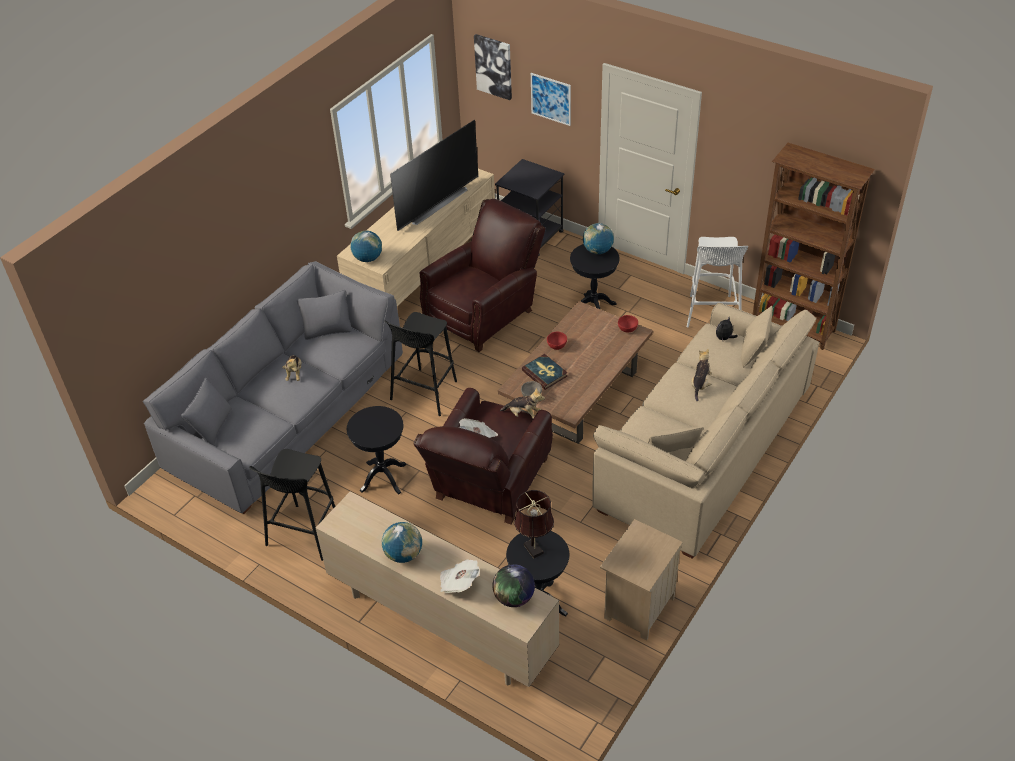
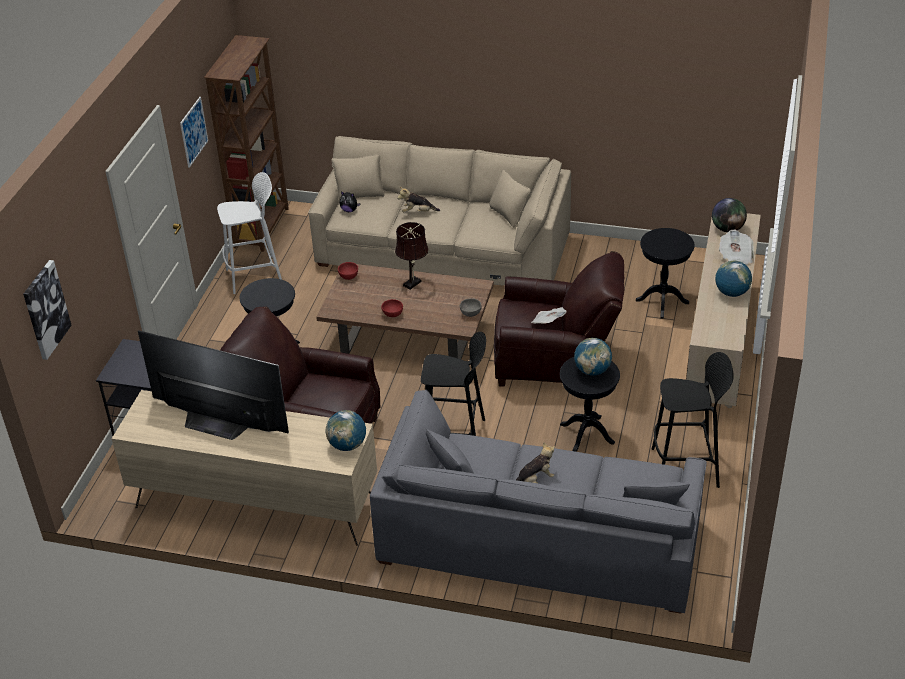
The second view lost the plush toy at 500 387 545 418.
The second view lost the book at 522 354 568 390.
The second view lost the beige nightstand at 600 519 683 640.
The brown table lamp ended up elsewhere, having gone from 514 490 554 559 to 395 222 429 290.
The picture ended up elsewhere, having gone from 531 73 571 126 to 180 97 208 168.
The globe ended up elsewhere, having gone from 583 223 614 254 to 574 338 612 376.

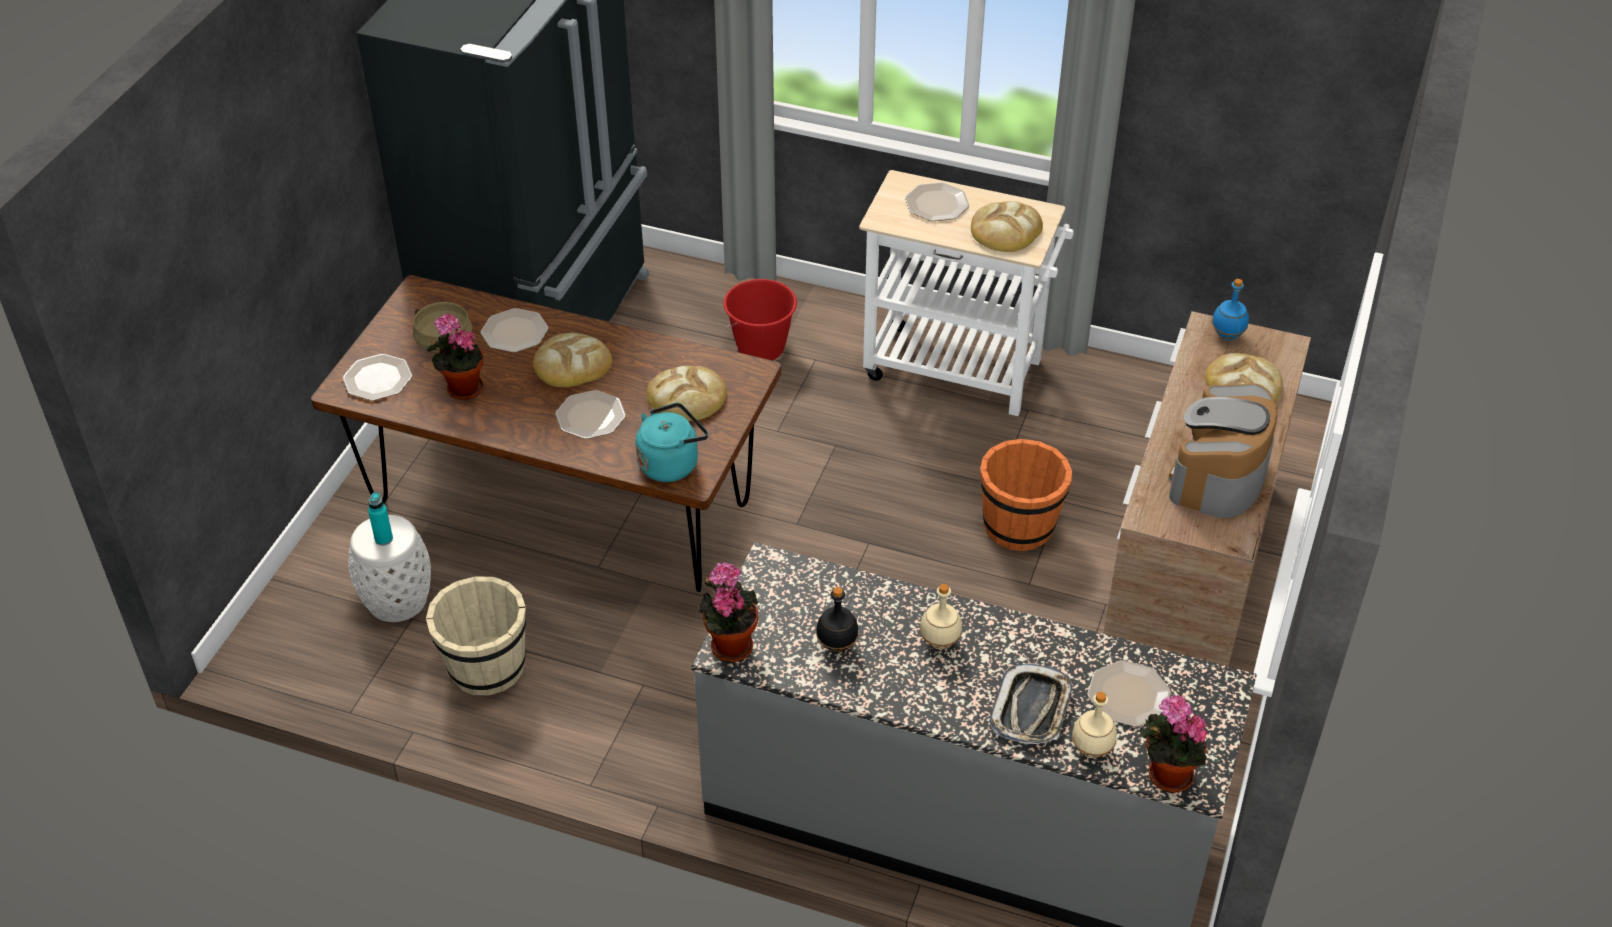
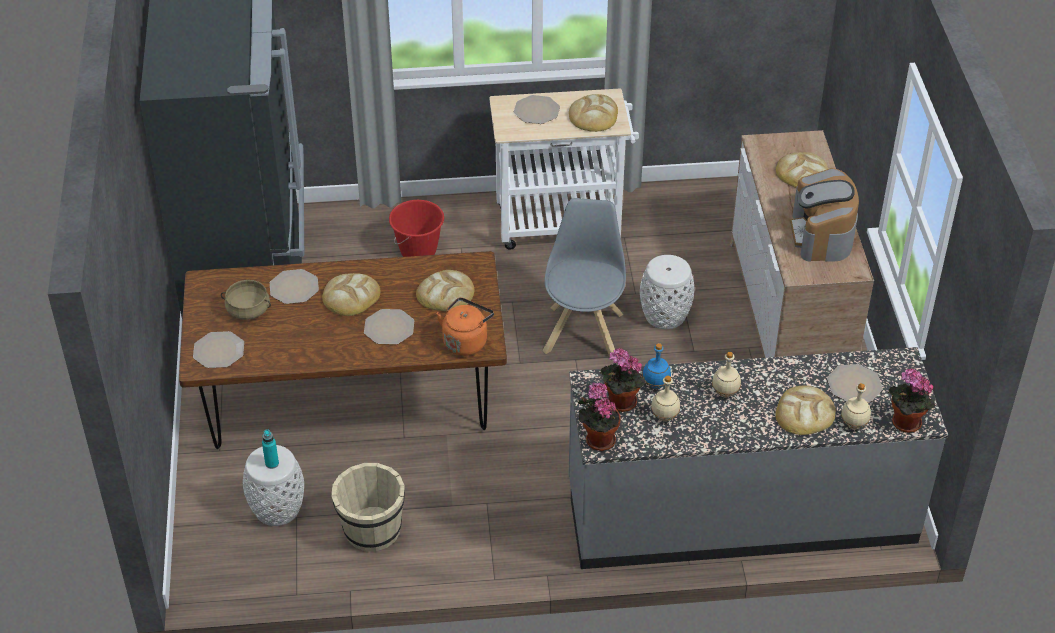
The second view gained the grey chair at 543 198 626 357.
The potted plant ended up elsewhere, having gone from 426 313 484 400 to 600 348 646 412.
The blue bottle ended up elsewhere, having gone from 1212 279 1249 341 to 643 343 671 389.
Where the orange bucket stood at 980 439 1072 551, the white stool came to stand at 640 255 695 329.
Where the tray stood at 990 664 1073 744, the bread came to stand at 775 385 836 435.
What was the turquoise kettle at 636 403 708 482 turned into the orange kettle at 436 297 494 356.
What was the black bottle at 816 587 859 653 turned into the beige bottle at 651 375 680 422.

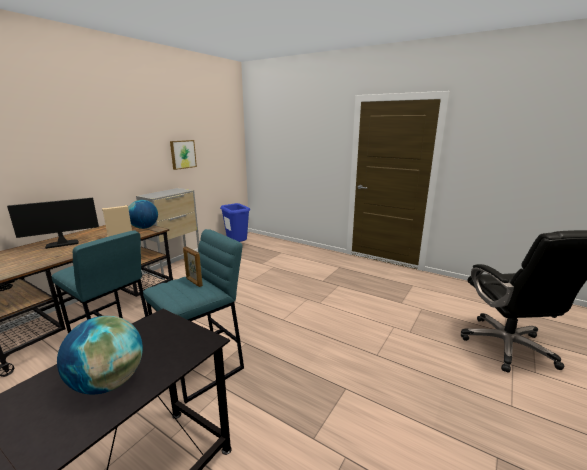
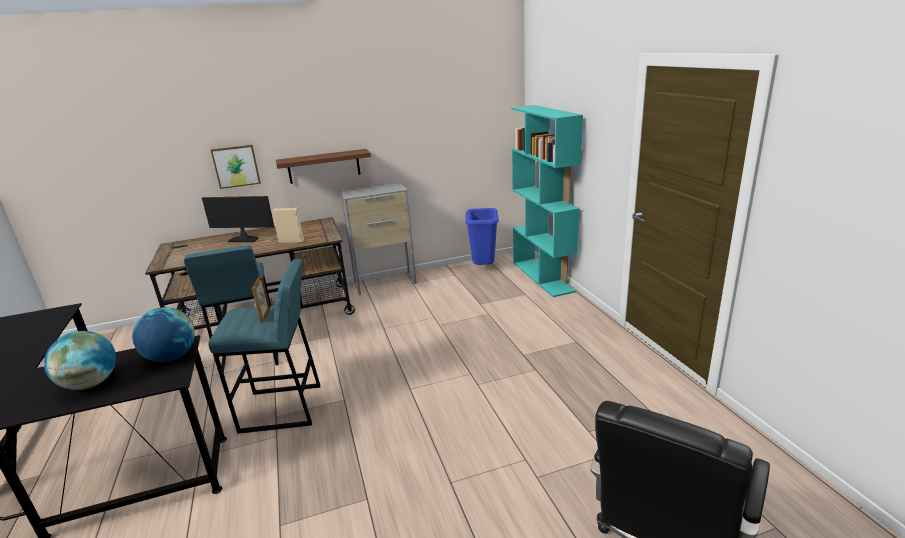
The second view gained the brown shelf at 276 149 371 184.
The second view gained the turquoise bookcase at 511 105 583 297.
The globe ended up elsewhere, having gone from 128 200 158 229 to 132 307 195 362.
The picture ended up elsewhere, having gone from 170 140 197 170 to 211 145 261 189.

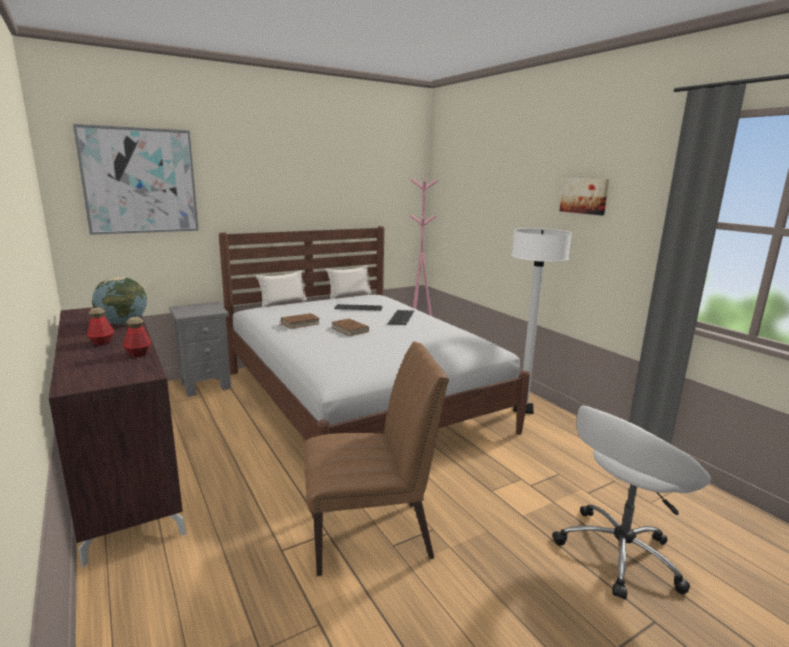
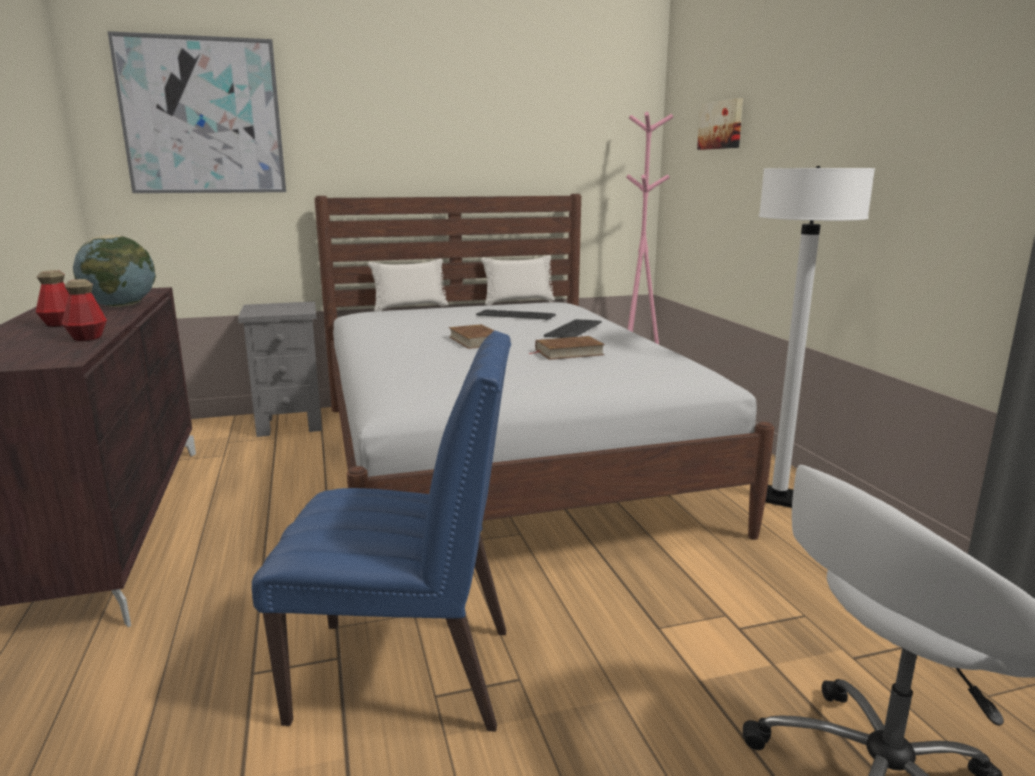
The brown book ended up elsewhere, having gone from 281 313 320 329 to 529 336 605 360.
The picture ended up elsewhere, having gone from 560 178 609 215 to 697 98 743 150.
What was the brown chair at 303 341 449 576 turned into the blue chair at 252 330 511 731.

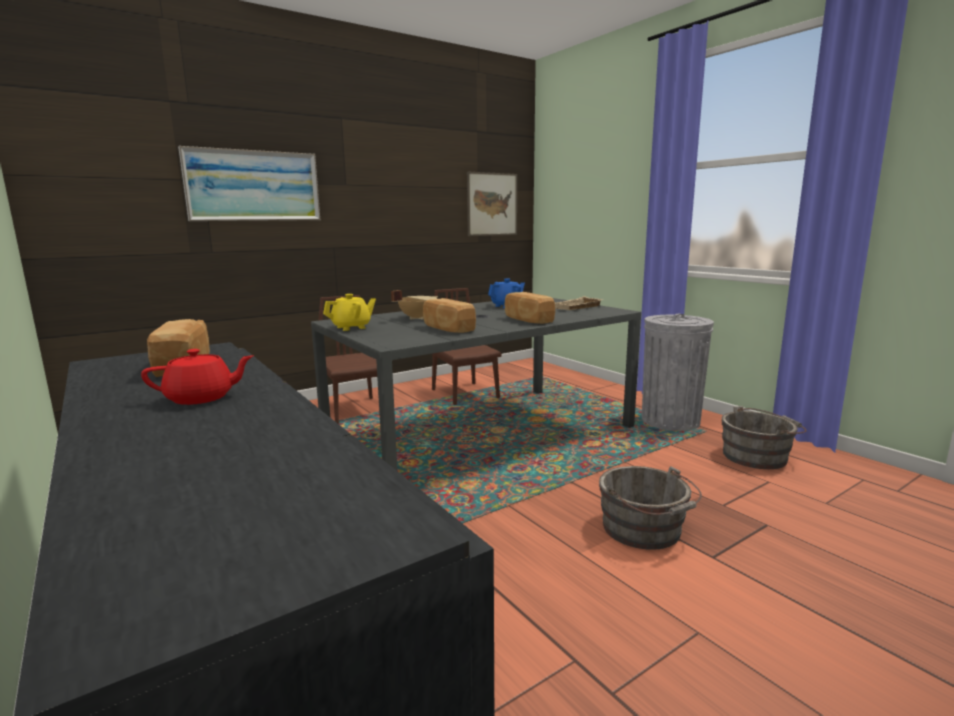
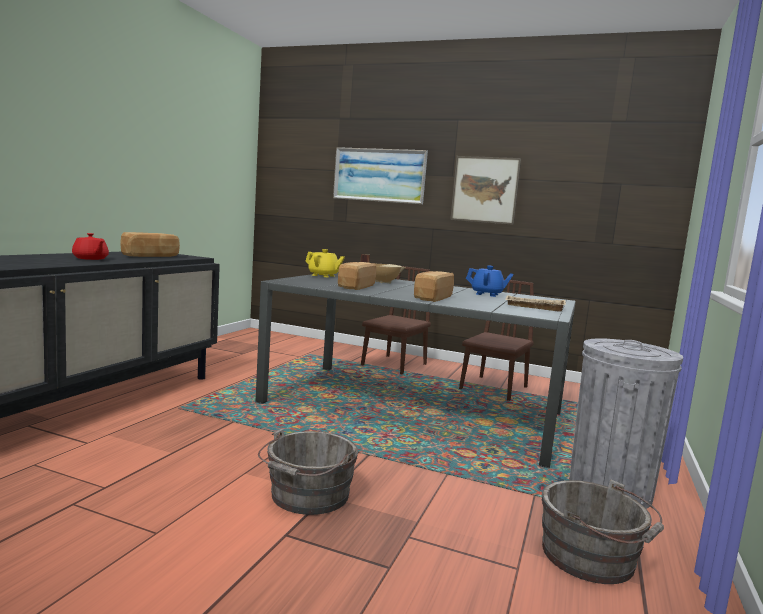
The picture ended up elsewhere, having gone from 467 172 517 236 to 450 156 521 225.

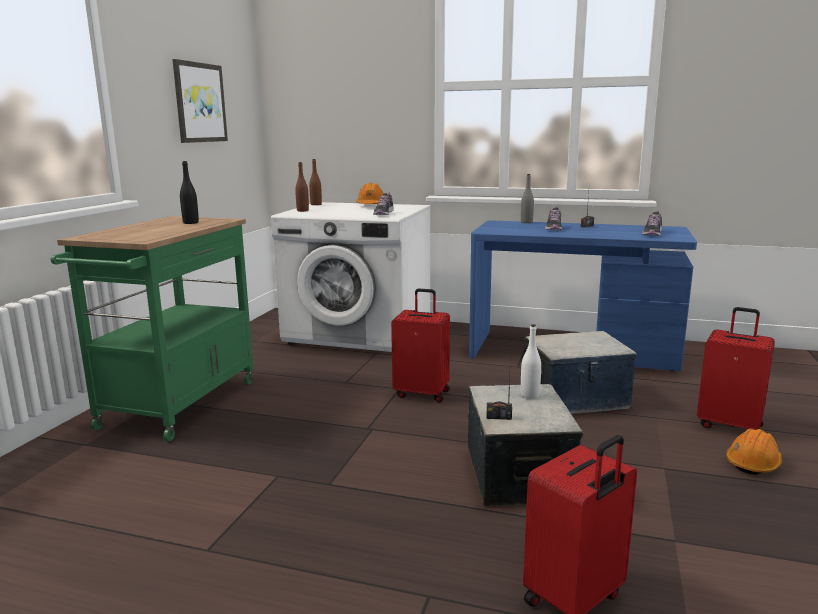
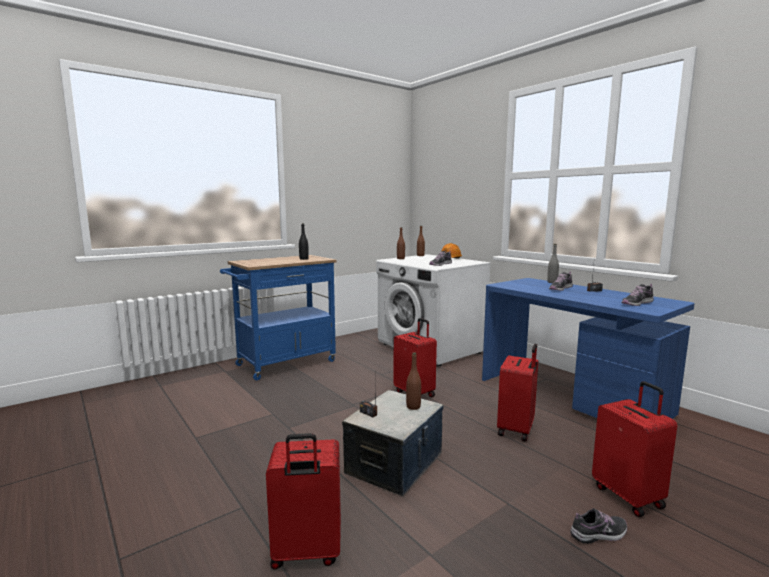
The second view lost the picture at 172 59 228 143.
Where the storage box stood at 525 331 637 414, the red suitcase came to stand at 497 344 538 441.
Where the orange hard hat stood at 726 428 782 475, the shoe came to stand at 570 508 627 544.
What was the green cart at 51 216 254 441 turned into the blue cart at 220 255 337 380.
What was the white bottle at 521 324 541 399 turned into the brown bottle at 406 352 421 410.

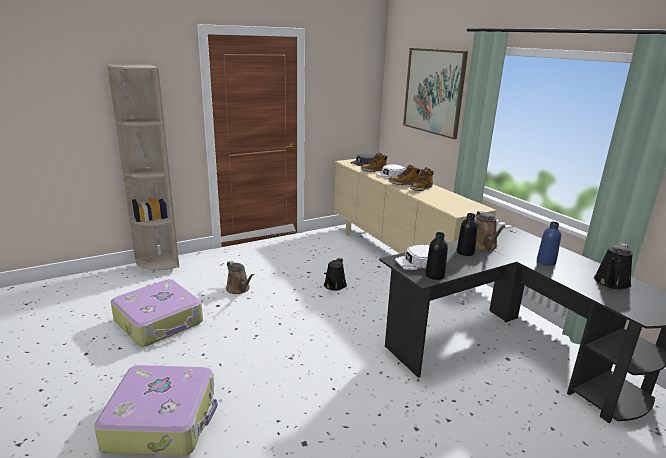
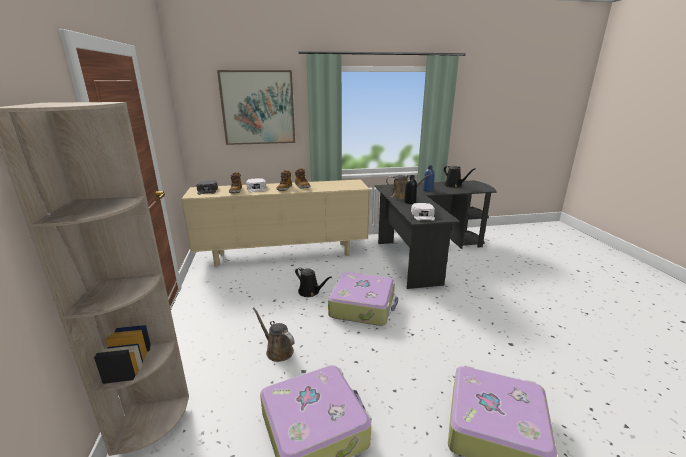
The second view lost the black bottle at 425 232 448 280.
The second view gained the suitcase at 328 272 398 326.
The brown watering can at 226 261 254 294 ended up facing another way, 120 degrees counterclockwise from before.

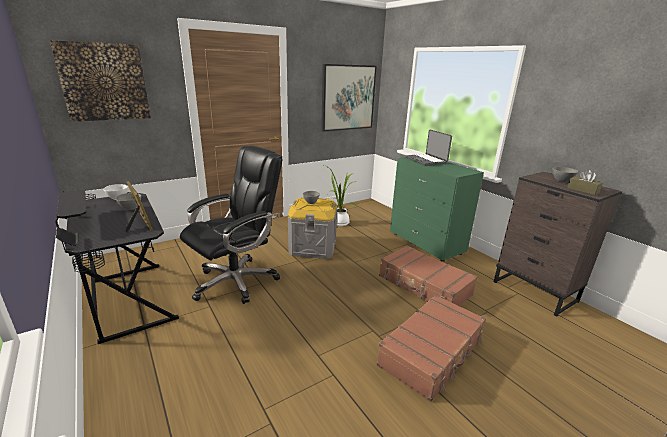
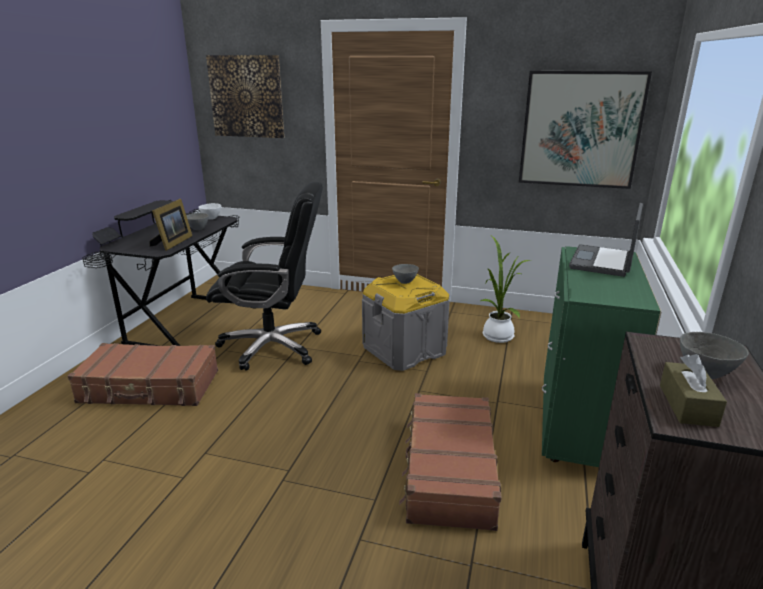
The brown suitcase ended up elsewhere, having gone from 376 294 486 402 to 68 343 218 406.

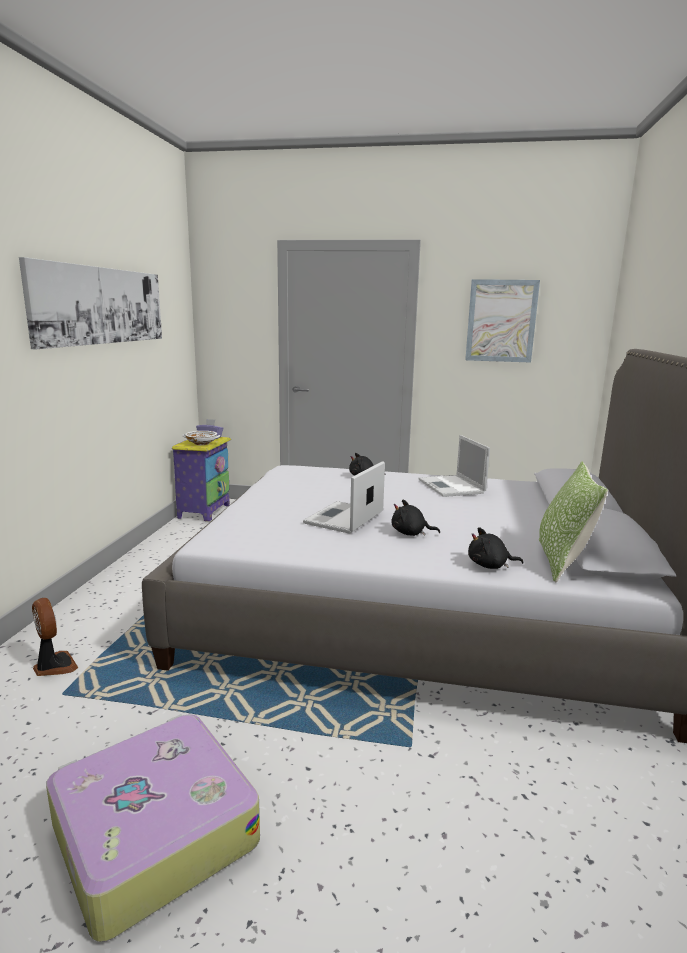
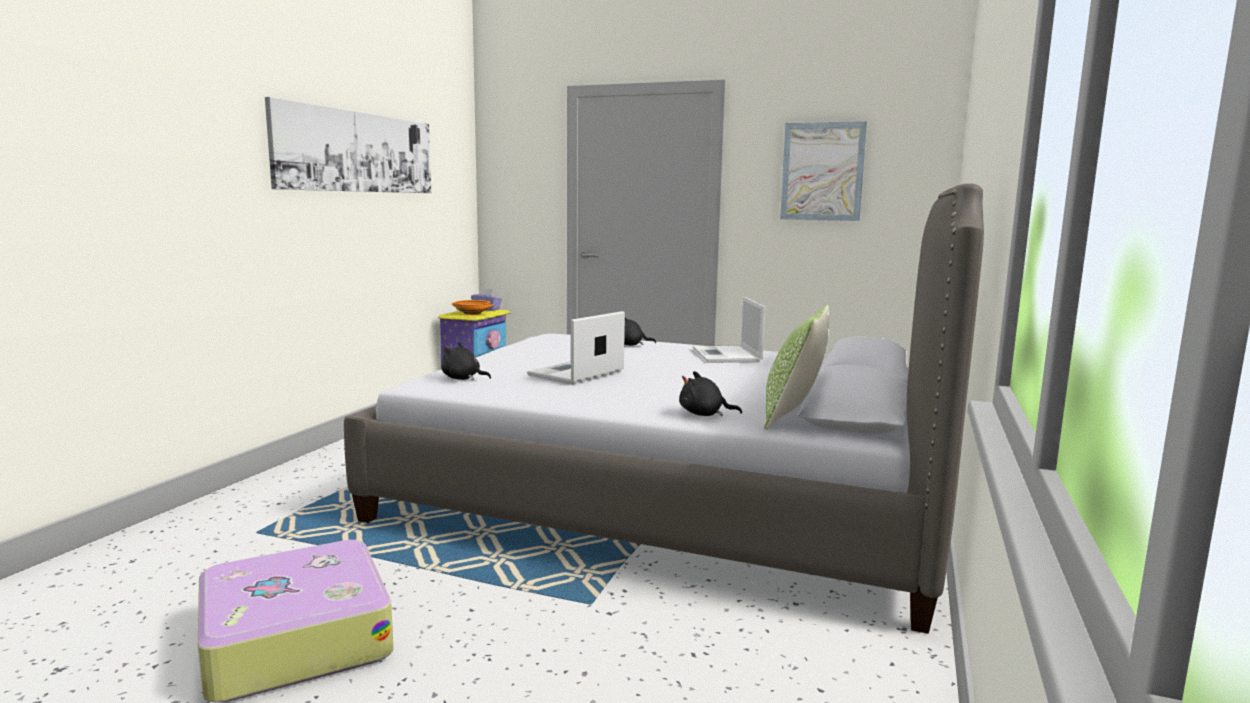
The second view lost the fan at 32 598 79 676.
The black plush toy ended up elsewhere, having gone from 391 500 440 536 to 441 342 491 380.
What was the white bowl at 182 431 220 445 turned into the orange bowl at 452 300 493 315.

